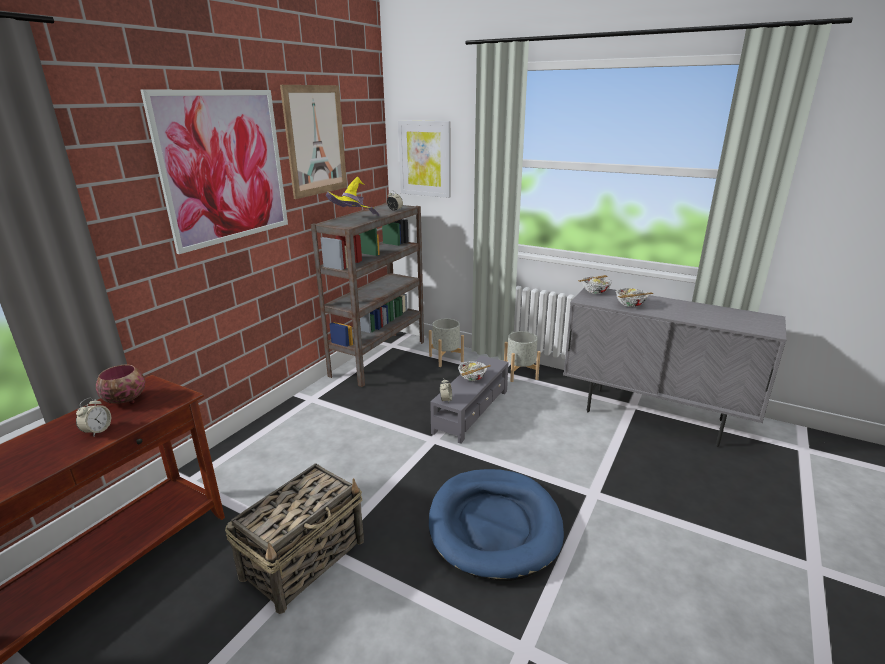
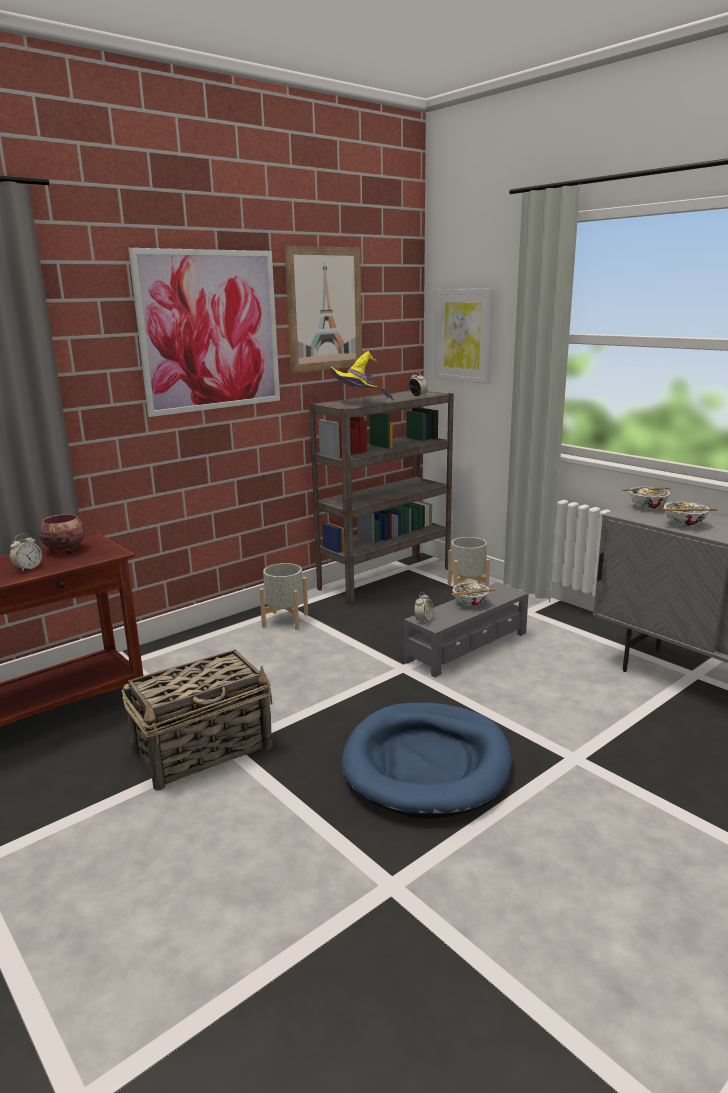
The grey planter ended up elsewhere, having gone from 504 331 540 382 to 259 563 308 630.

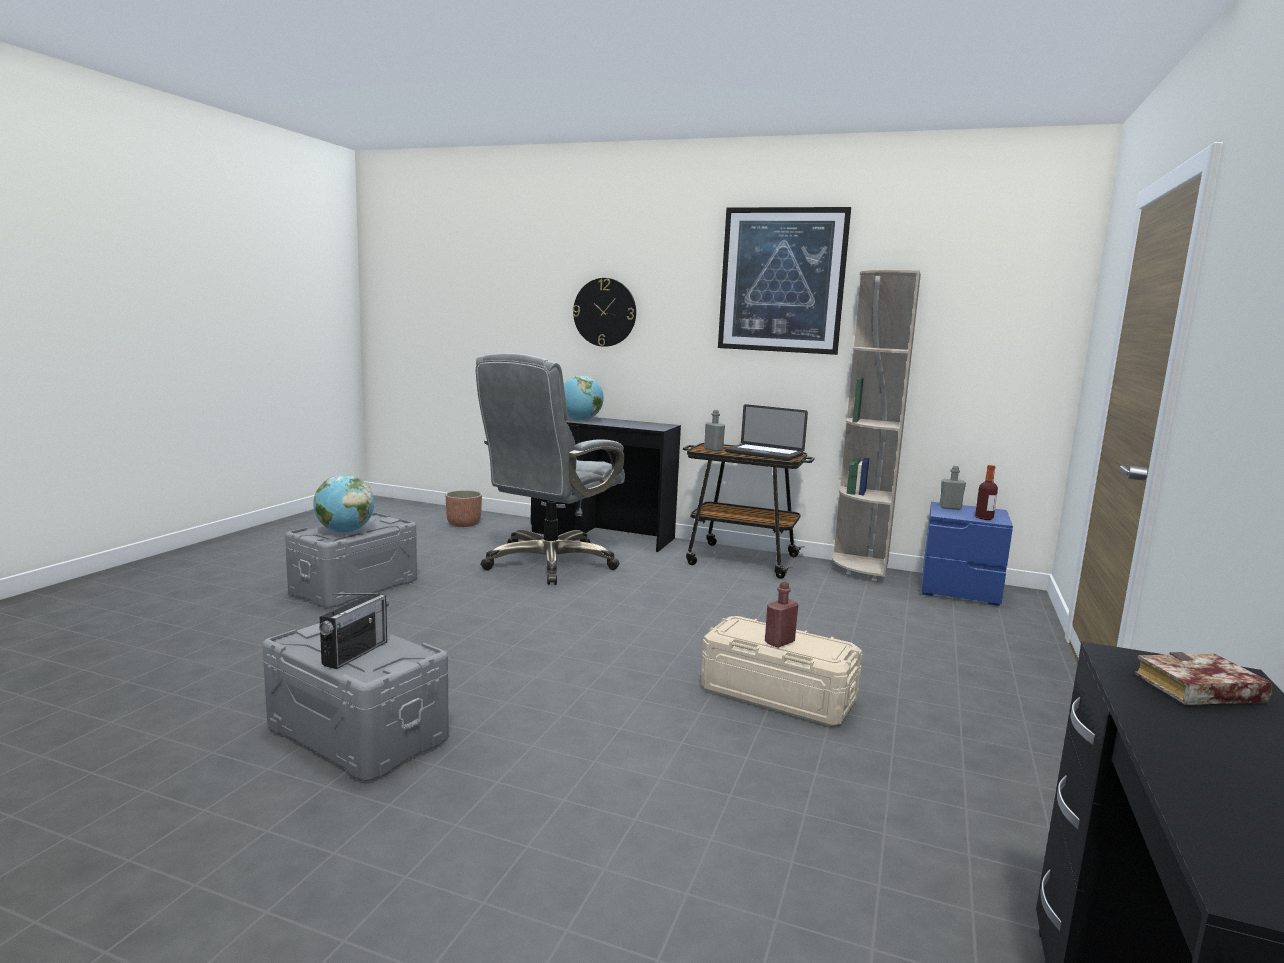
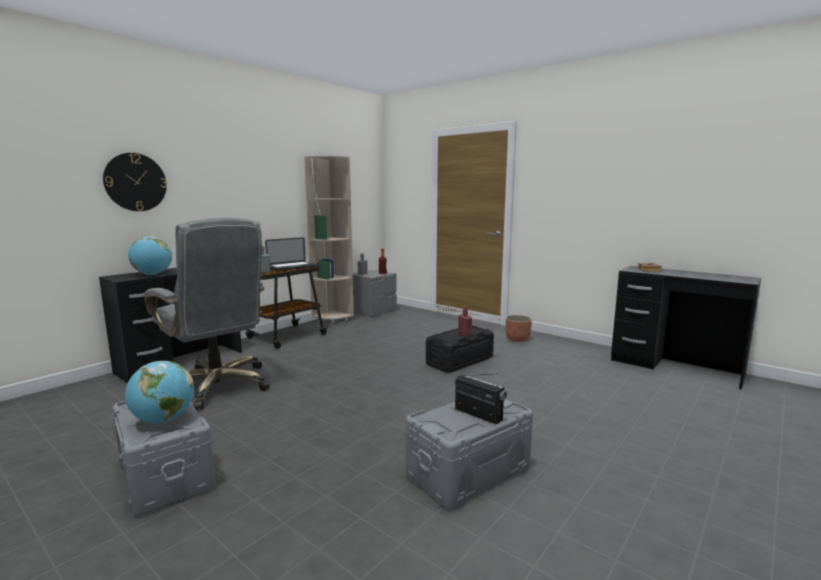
The second view lost the picture at 718 207 851 355.
The planter ended up elsewhere, having gone from 446 490 482 527 to 506 315 532 342.
What was the beige storage box at 701 616 863 726 turned into the black storage box at 426 325 494 373.
What was the blue nightstand at 921 502 1013 606 turned into the grey nightstand at 353 270 397 317.

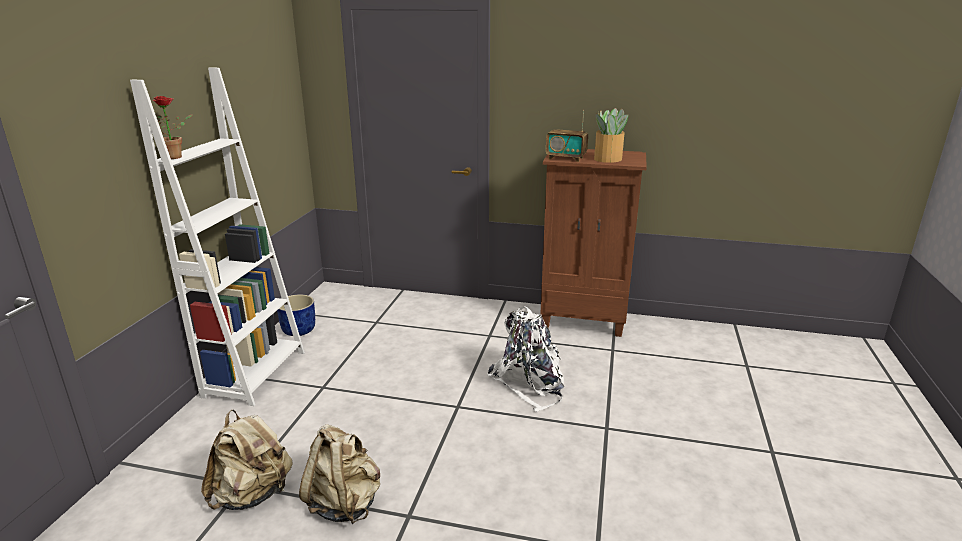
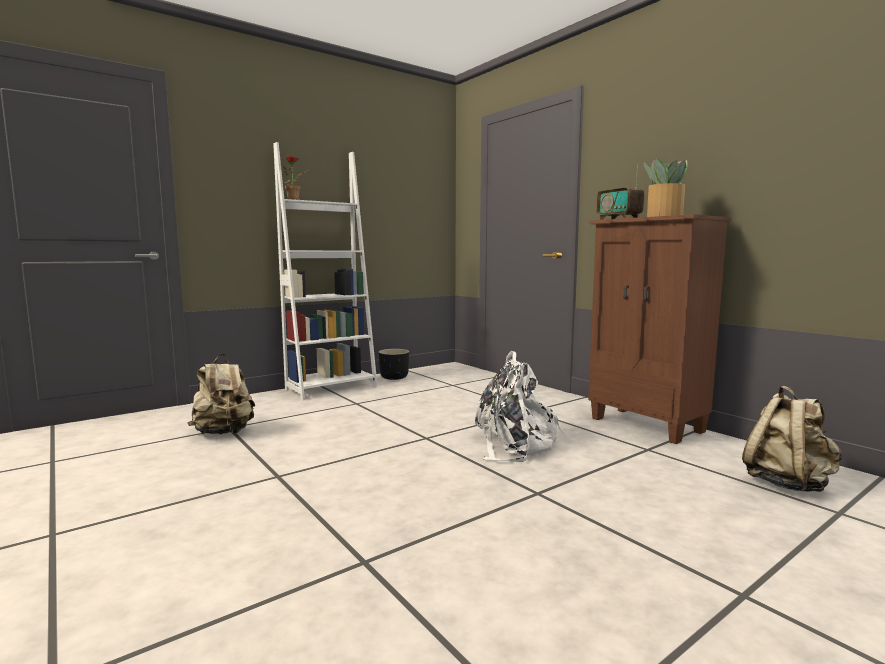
The beige backpack ended up elsewhere, having gone from 299 425 380 524 to 742 385 842 492.
What was the blue planter at 277 295 315 336 turned into the black planter at 379 349 409 380.

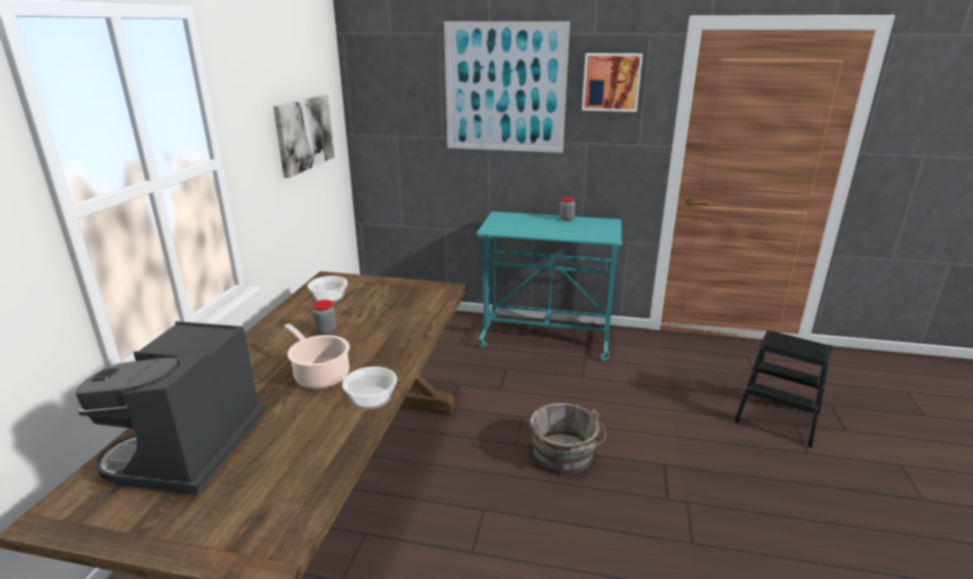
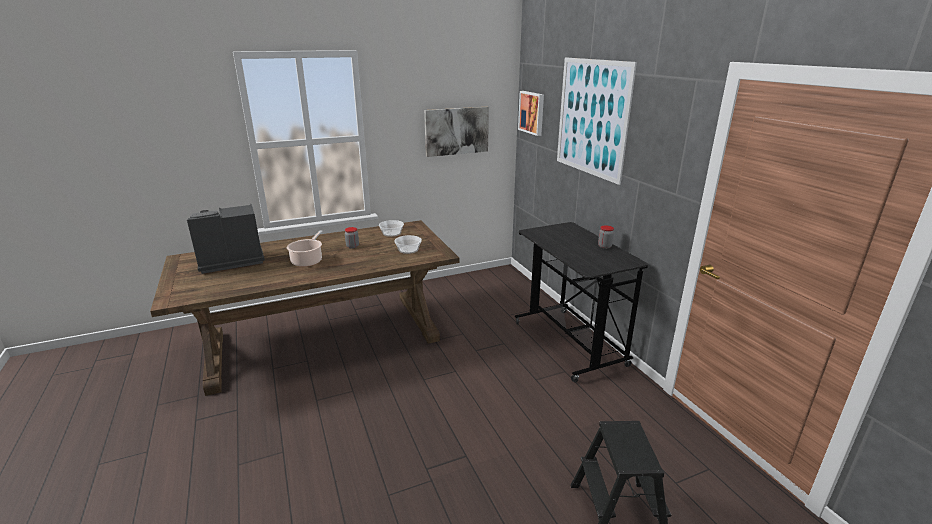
The second view lost the grey bucket at 530 403 606 475.
The bowl ended up elsewhere, having gone from 342 366 397 410 to 394 235 422 254.
The picture ended up elsewhere, having gone from 582 53 643 112 to 518 91 544 136.
What was the turquoise desk at 477 212 622 361 turned into the black desk at 515 222 648 383.

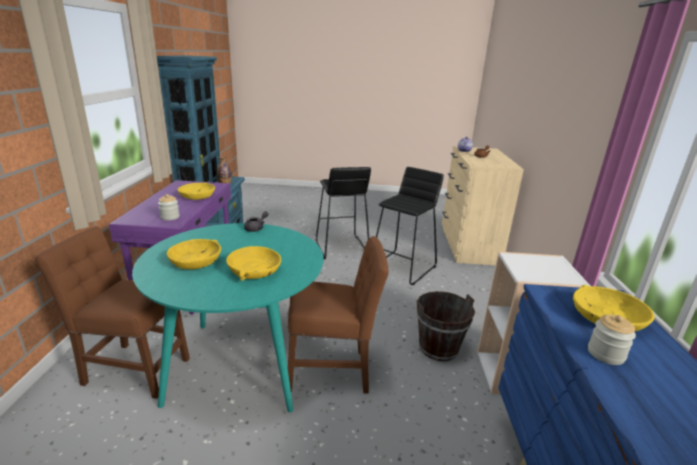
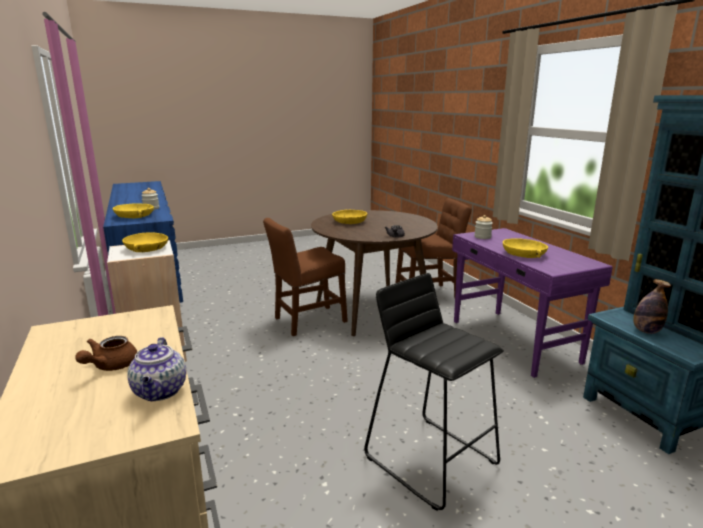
The second view lost the black stool at 376 167 444 285.
The second view lost the brown bucket at 416 291 475 361.
The yellow bowl ended up elsewhere, having gone from 167 239 221 269 to 122 233 168 252.
What was the turquoise dining table at 132 223 324 412 turned into the brown dining table at 311 210 438 336.

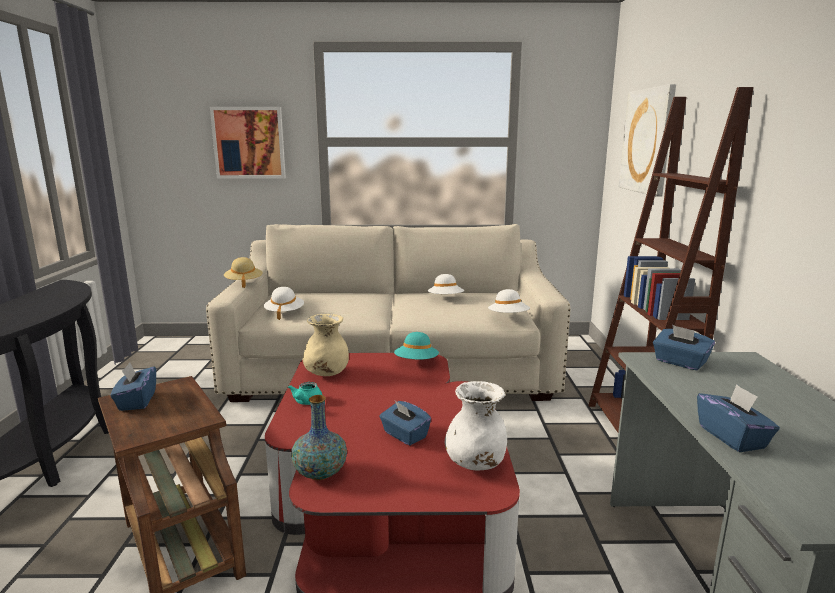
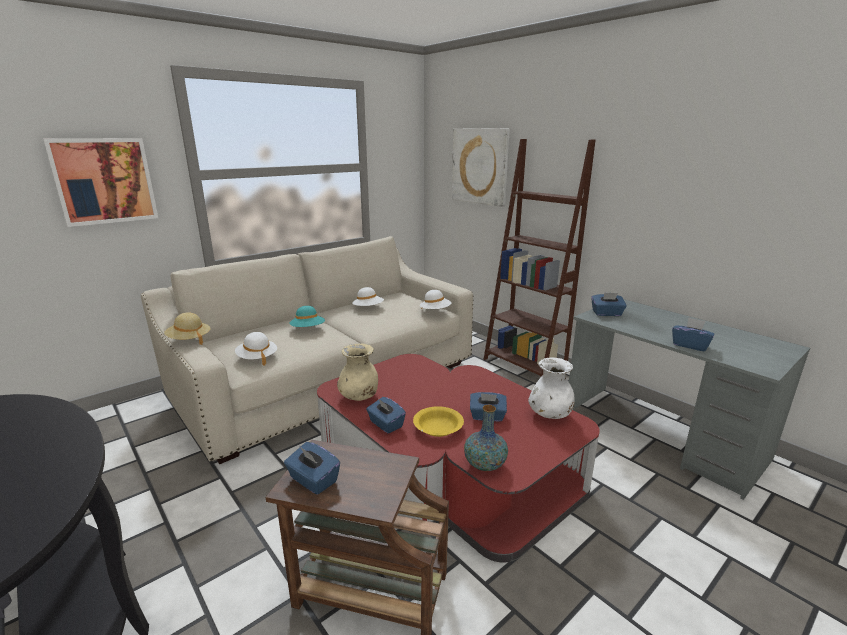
The second view gained the yellow bowl at 413 406 464 437.
The turquoise hat ended up elsewhere, having gone from 394 332 439 359 to 290 306 325 327.
Where the turquoise teapot stood at 288 382 322 405, the blue tissue box came to stand at 366 397 406 434.

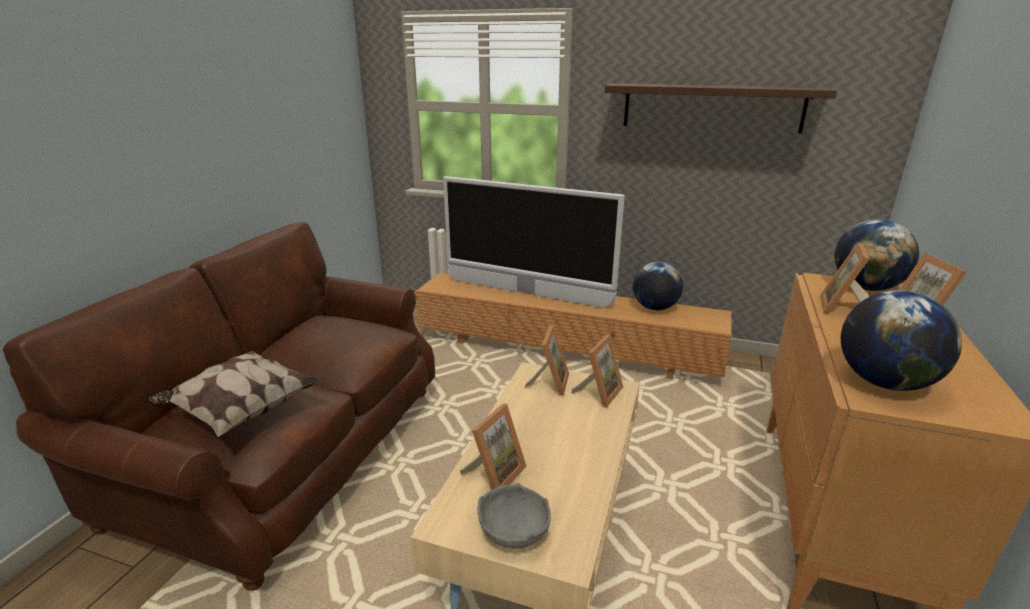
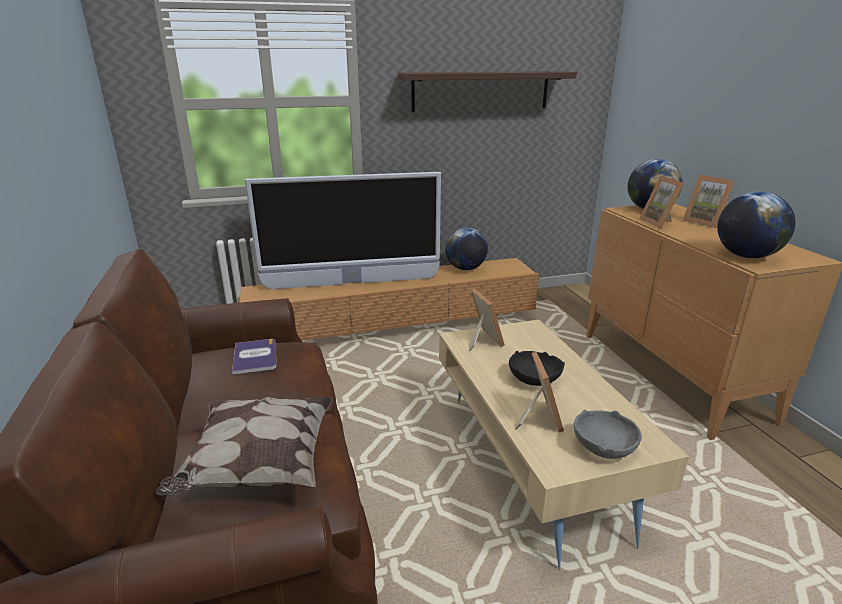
The second view lost the picture frame at 571 335 623 407.
The second view gained the book at 232 339 277 375.
The second view gained the black bowl at 509 351 565 386.

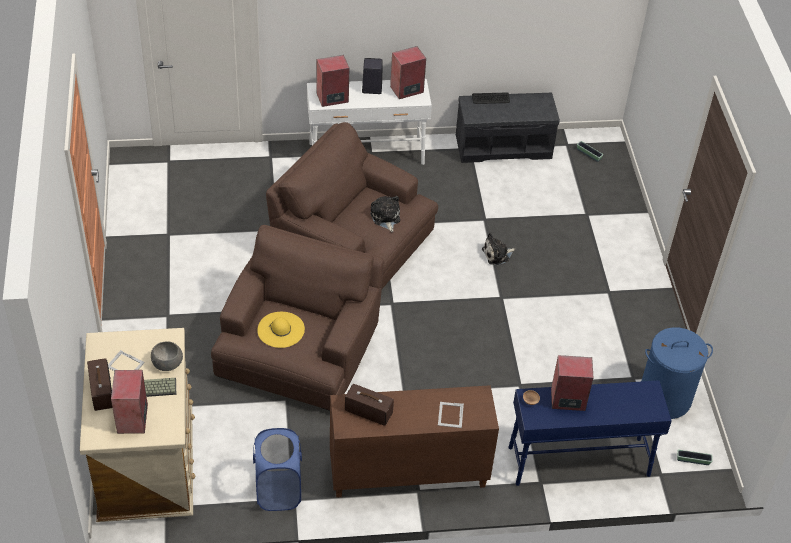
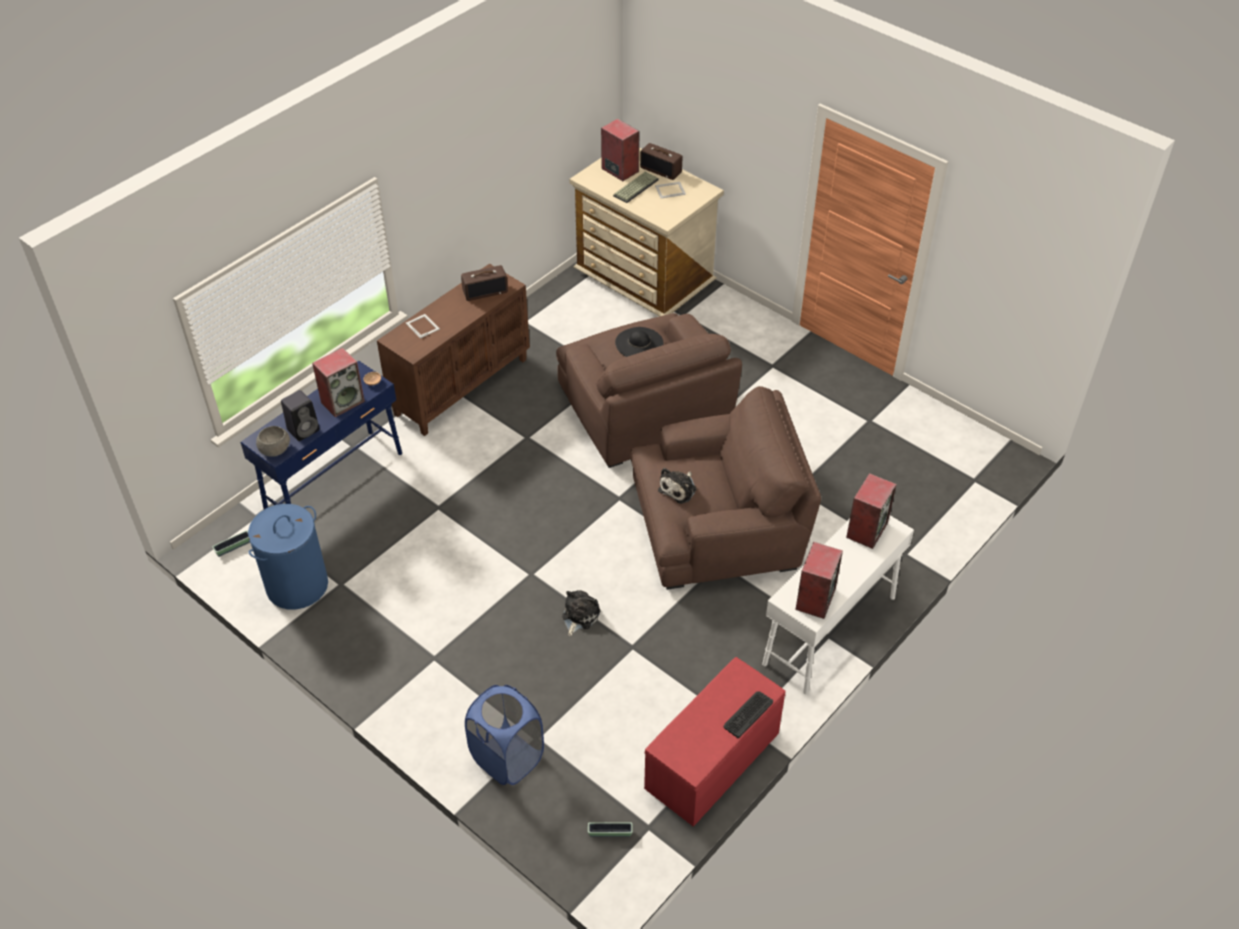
The grey bowl ended up elsewhere, having gone from 151 341 183 371 to 256 426 290 457.
The blue laundry basket ended up elsewhere, having gone from 253 428 302 511 to 465 685 544 785.
The black speaker ended up elsewhere, having gone from 362 58 382 94 to 281 390 320 441.
What was the yellow hat at 257 312 305 348 turned into the black hat at 615 327 664 357.
What was the grey bench at 456 93 560 163 turned into the red bench at 644 657 785 827.
The plush toy at 371 196 400 232 ended up facing another way, 90 degrees clockwise from before.

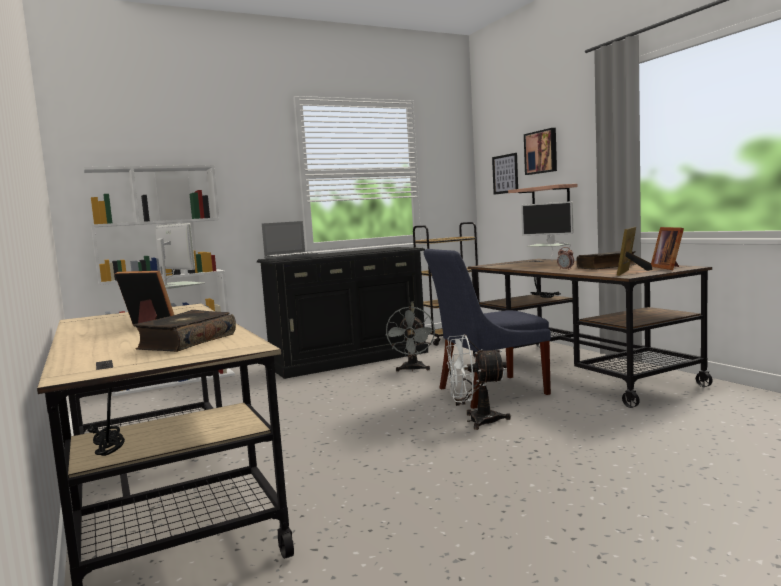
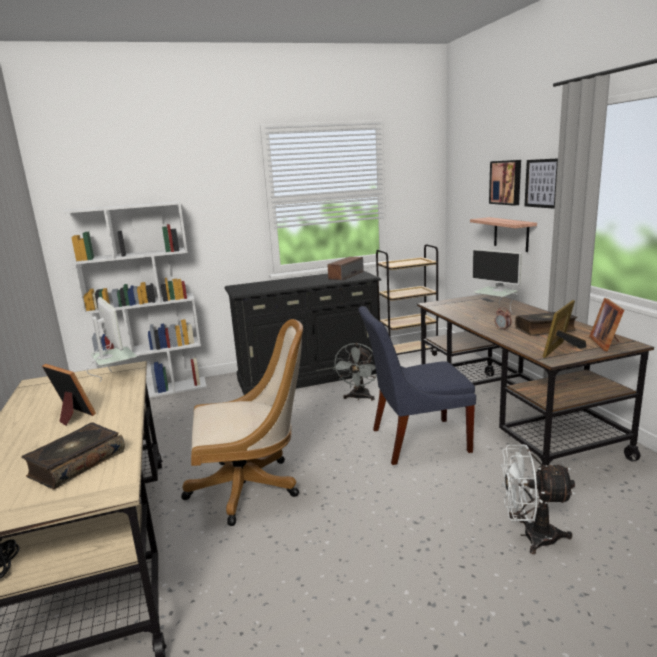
The second view lost the laptop at 262 221 318 260.
The second view gained the office chair at 181 319 303 526.
The second view gained the speaker at 327 257 364 281.
The white fan ended up elsewhere, having gone from 446 334 511 430 to 501 444 575 554.
The picture ended up elsewhere, having gone from 492 153 518 195 to 525 158 558 209.

